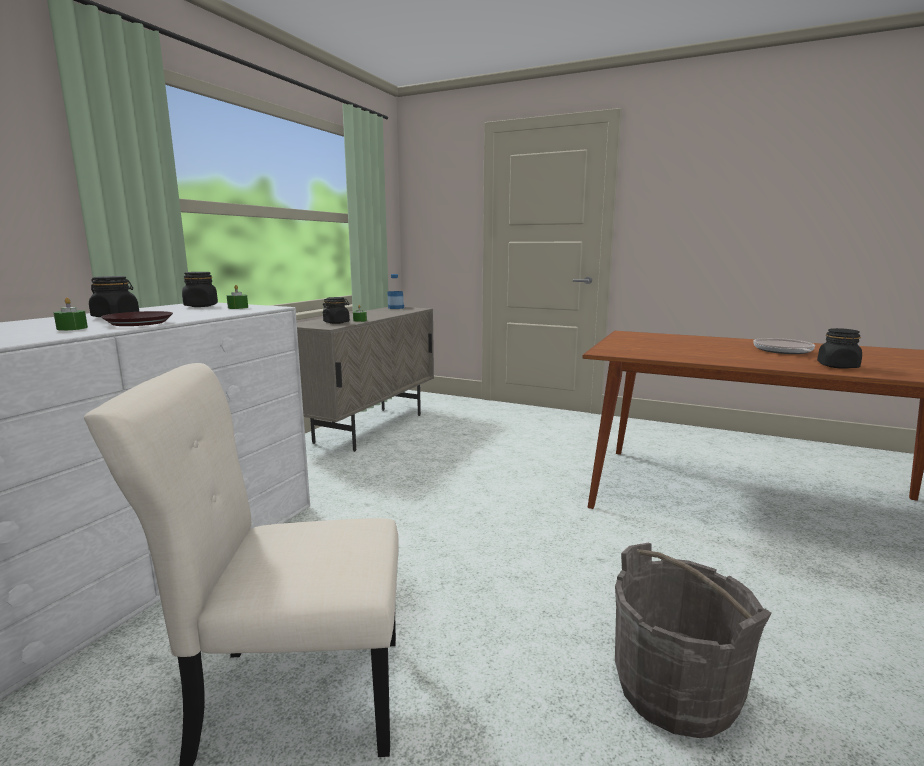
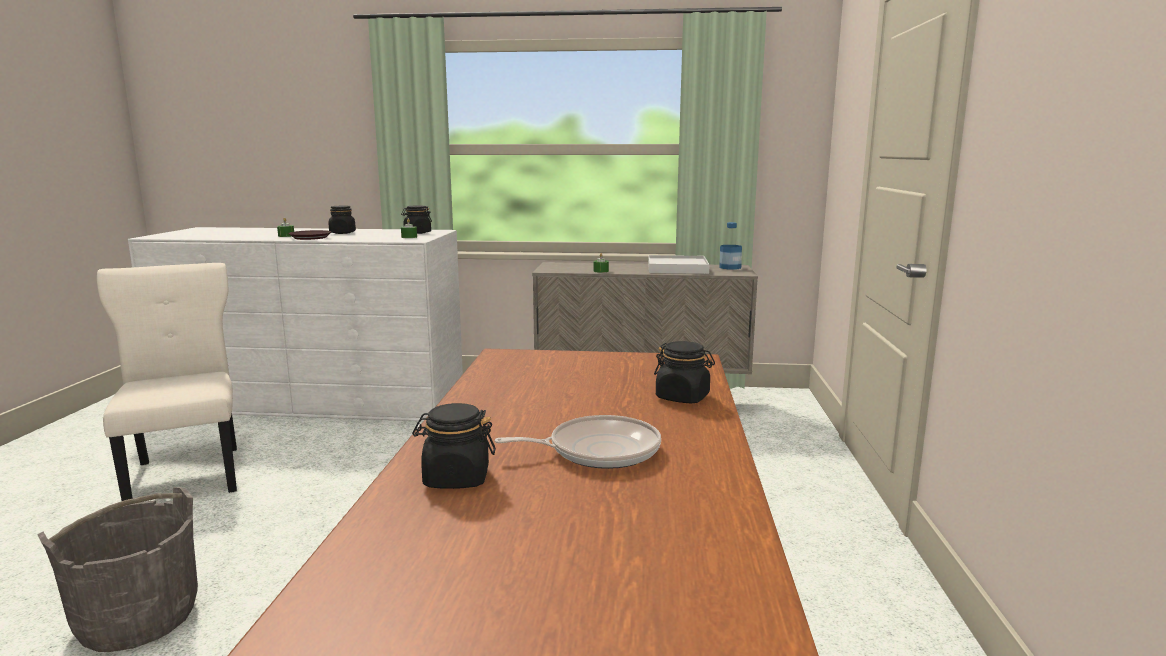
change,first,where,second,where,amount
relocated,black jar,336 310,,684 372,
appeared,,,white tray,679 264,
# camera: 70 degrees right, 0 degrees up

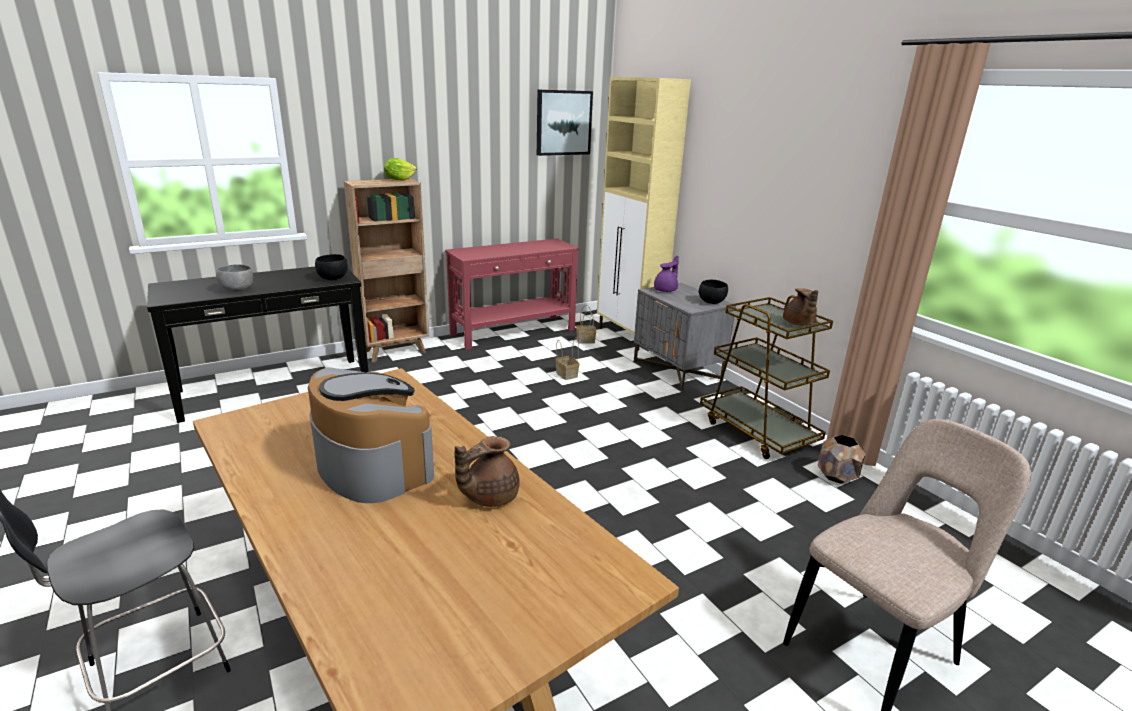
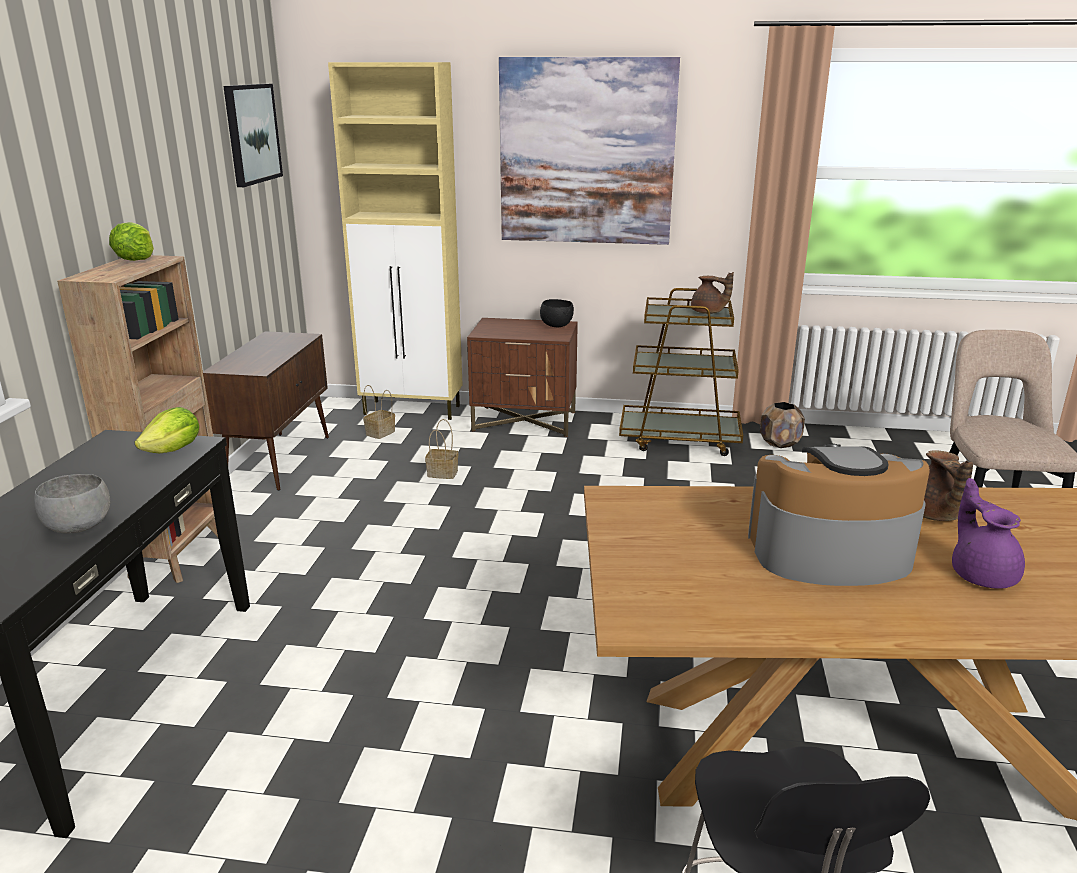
change,first,where,second,where,amount
exchanged,red console table,512 294,brown cabinet,266 411,
exchanged,black bowl,331 267,lettuce,167 430,
relocated,purple teapot,666 274,,988 533,
colour,grey nightstand,685 337,brown nightstand,522 377,
appeared,,,picture,589 151,
# camera: 50 degrees left, 0 degrees up

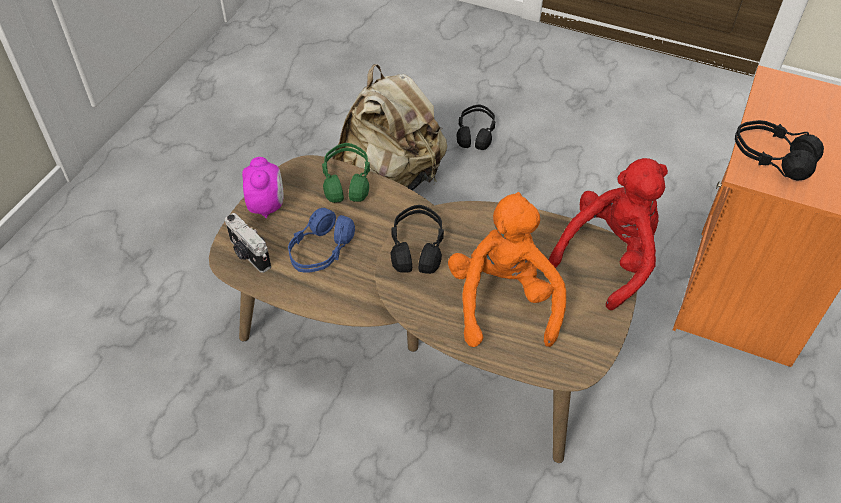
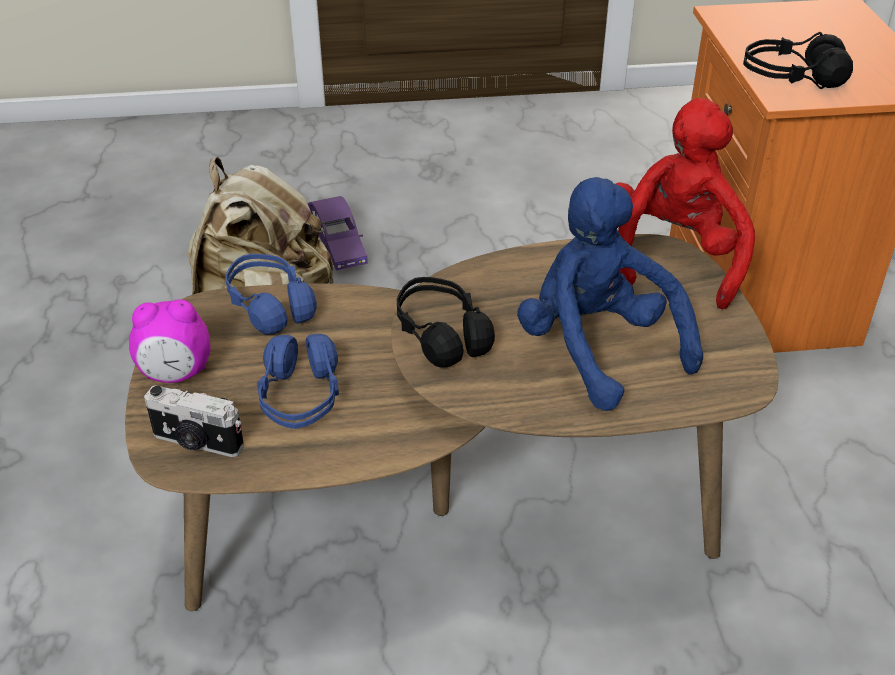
change,first,where,second,where,amount
exchanged,black headphones,476 127,purple toy car,337 233,
colour,green headphones,346 173,blue headphones,271 294,
spun,alarm clock,262 187,,170 341,120 degrees clockwise
colour,orange plush toy,507 269,blue plush toy,610 294,
# camera: 30 degrees left, 10 degrees down

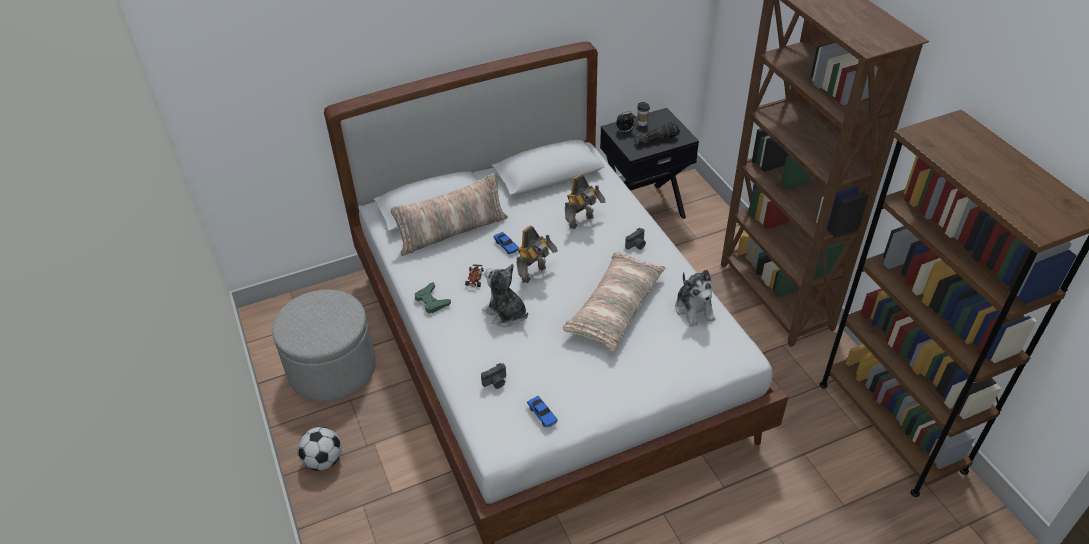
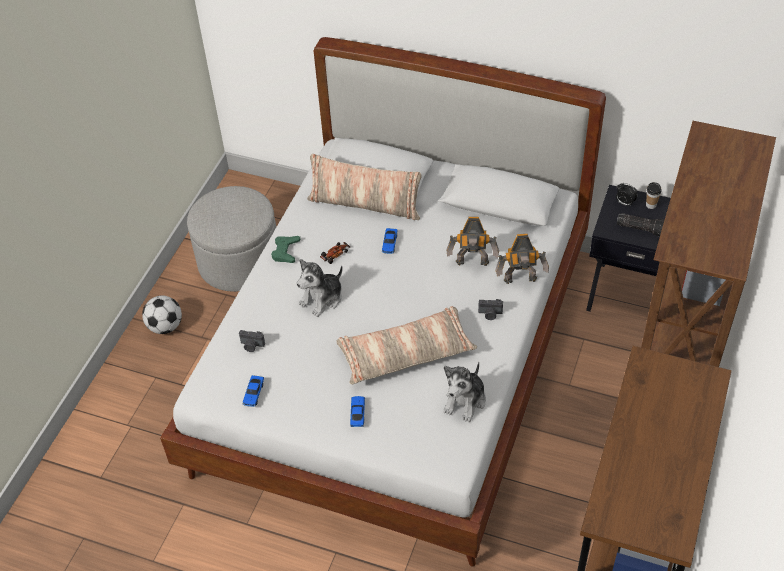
change,first,where,second,where,amount
relocated,toy robot,537 254,,522 259,
spun,plush toy,505 295,,319 288,135 degrees counterclockwise
appeared,,,toy car,357 411,
# camera: 45 degrees right, 5 degrees up

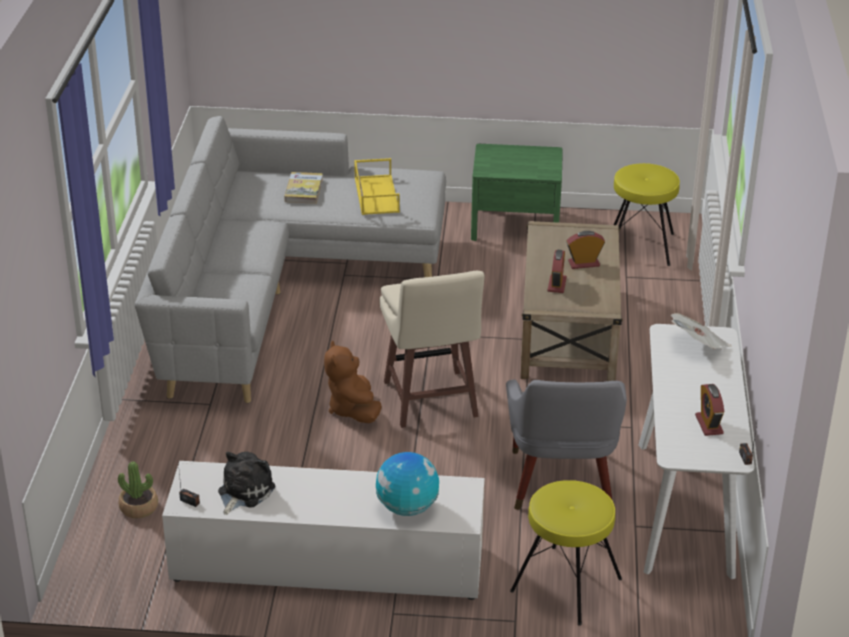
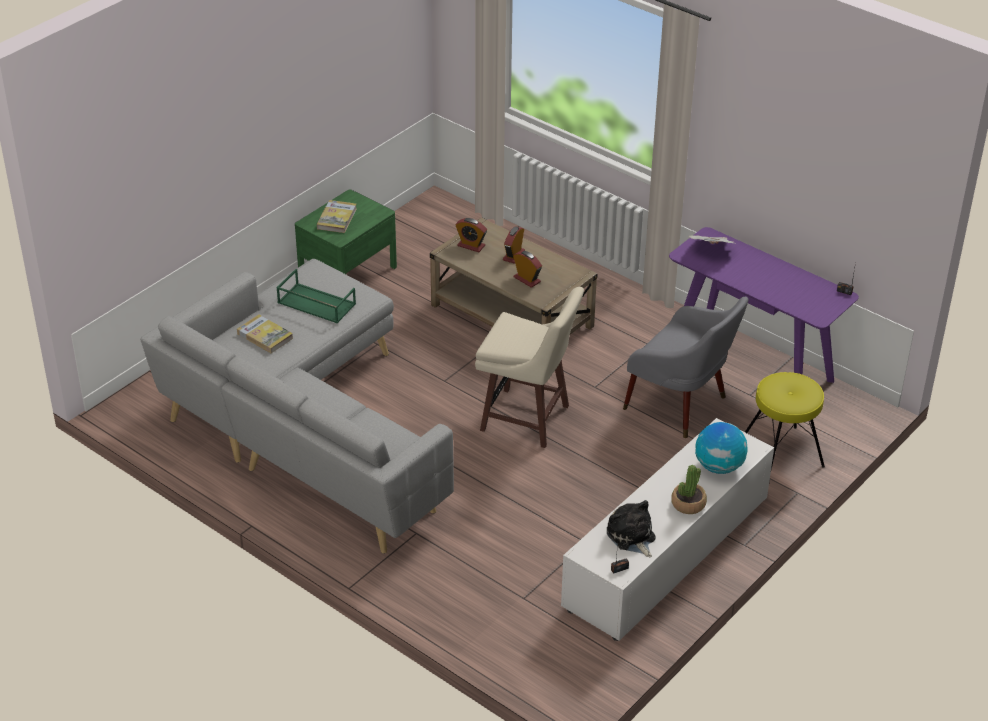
change,first,where,second,where,amount
colour,yellow tray,377 186,green tray,316 296,
missing,yellow stool,647 214,,,
colour,white console table,696 451,purple console table,764 305,
missing,brown plush toy,353 382,,,
relocated,alarm clock,709 410,,471 235,
relocated,potted plant,138 489,,689 489,
appeared,,,book,337 216,
# camera: 55 degrees left, 5 degrees up

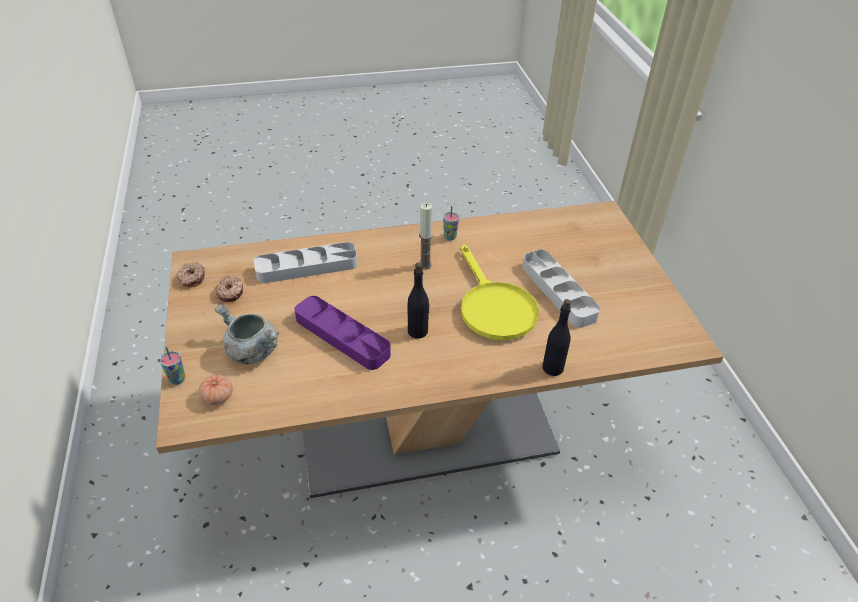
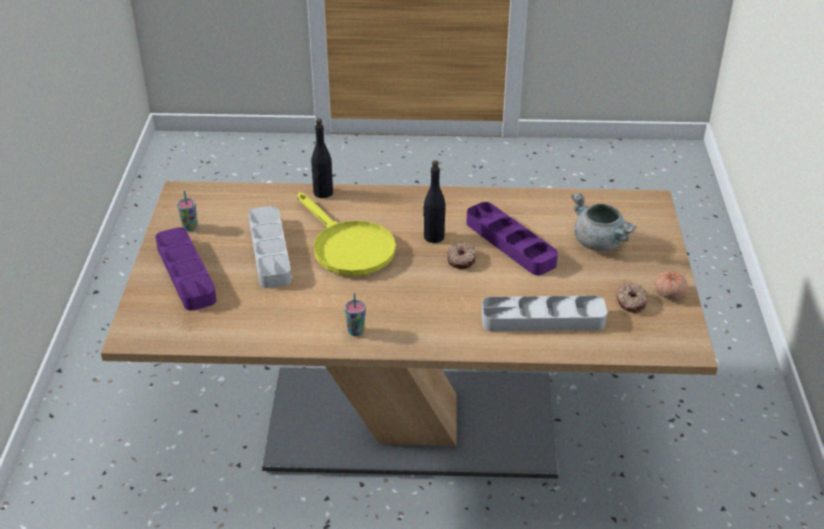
change,first,where,second,where,amount
missing,candle,426 236,,,
spun,yellow frying pan,500 292,,346 234,150 degrees clockwise
relocated,donut,191 275,,461 255,
relocated,cup,172 366,,187 211,
relocated,tomato,216 390,,671 285,
appeared,,,purple tray,186 269,
# camera: 165 degrees left, 5 degrees down

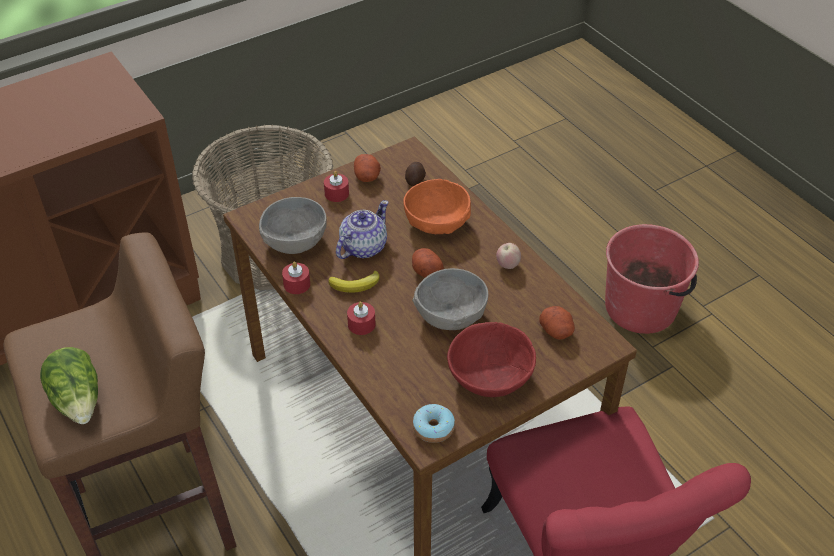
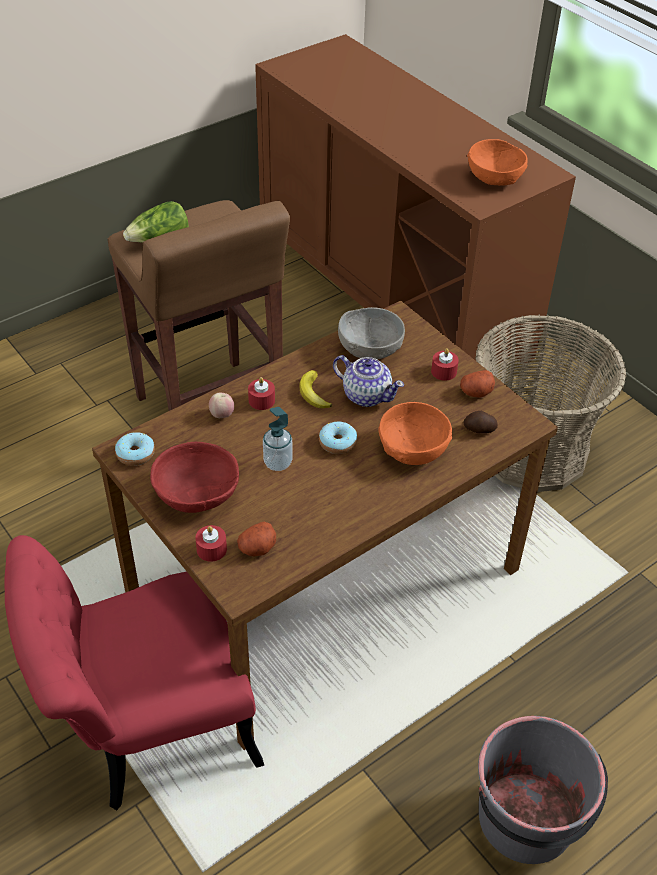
change,first,where,second,where,amount
colour,red bucket,652 279,grey bucket,543 790,
relocated,apple,508 256,,221 405,
exchanged,potato,428 263,donut,338 438,
relocated,red candle,296 278,,211 543,
exchanged,grey bowl,450 299,soap dispenser,278 439,
appeared,,,orange bowl,497 162,
# camera: 85 degrees right, 0 degrees up

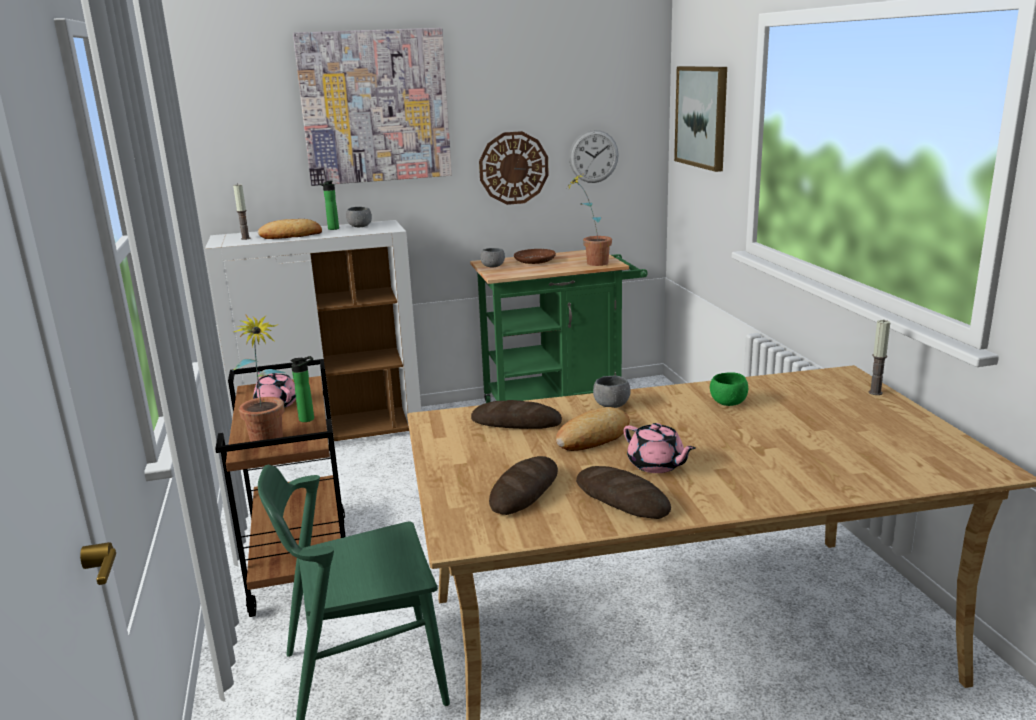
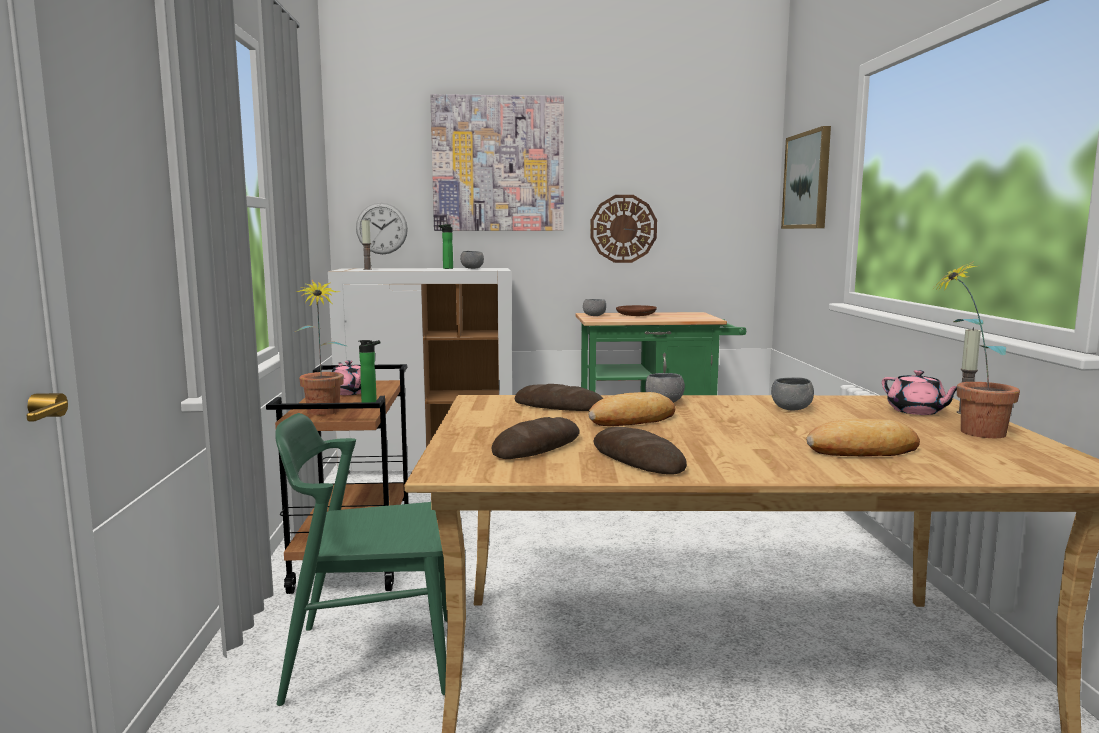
change,first,where,second,where,amount
relocated,wall clock,594 156,,382 228,
relocated,potted plant,588 219,,976 349,
relocated,bread,290 229,,863 437,
colour,green bowl,729 389,grey bowl,792 393,
relocated,pink teapot,660 448,,919 392,
# camera: 10 degrees right, 10 degrees down

